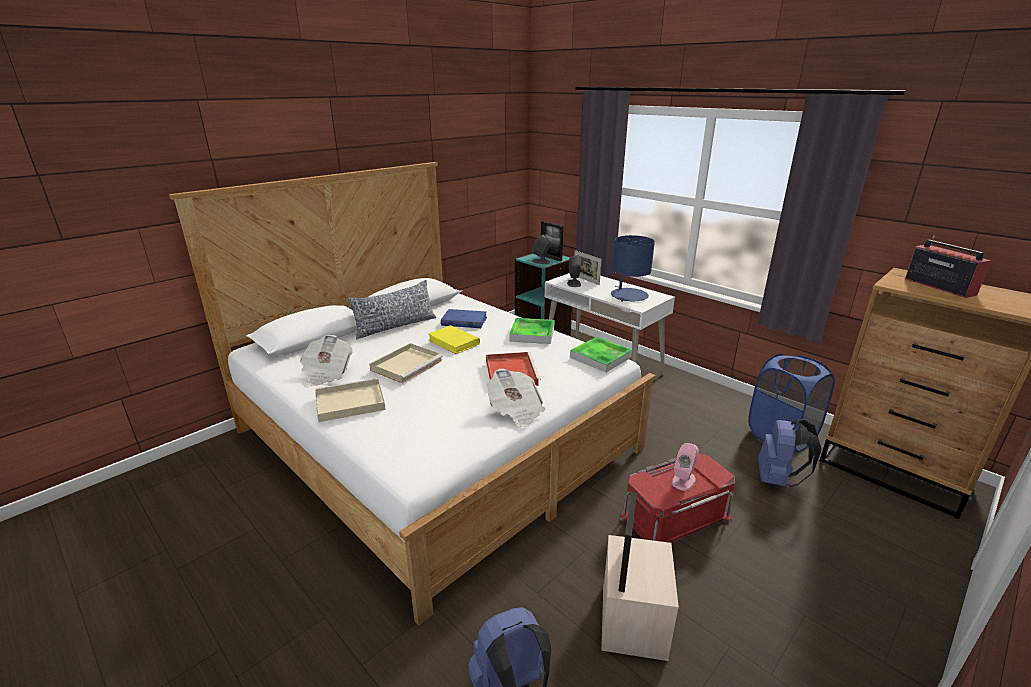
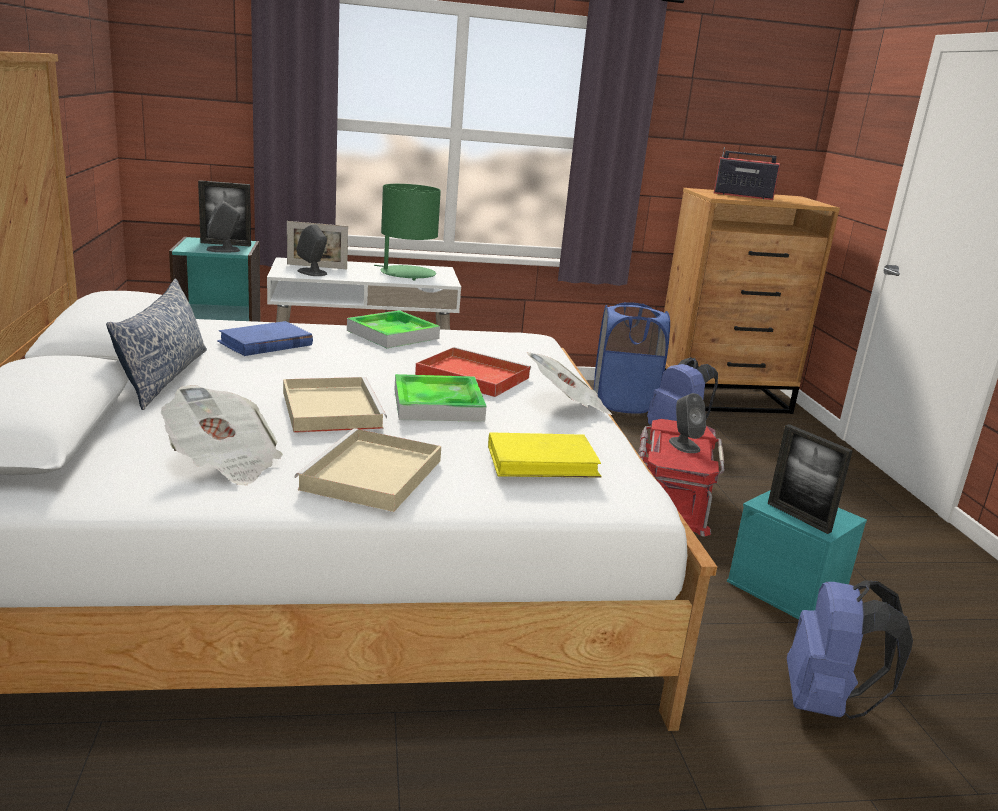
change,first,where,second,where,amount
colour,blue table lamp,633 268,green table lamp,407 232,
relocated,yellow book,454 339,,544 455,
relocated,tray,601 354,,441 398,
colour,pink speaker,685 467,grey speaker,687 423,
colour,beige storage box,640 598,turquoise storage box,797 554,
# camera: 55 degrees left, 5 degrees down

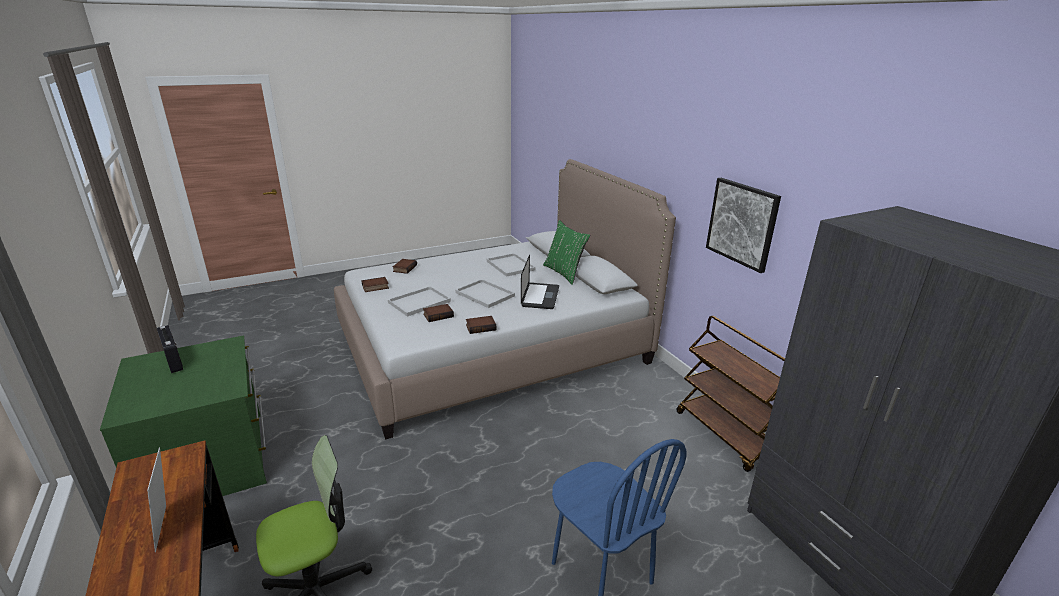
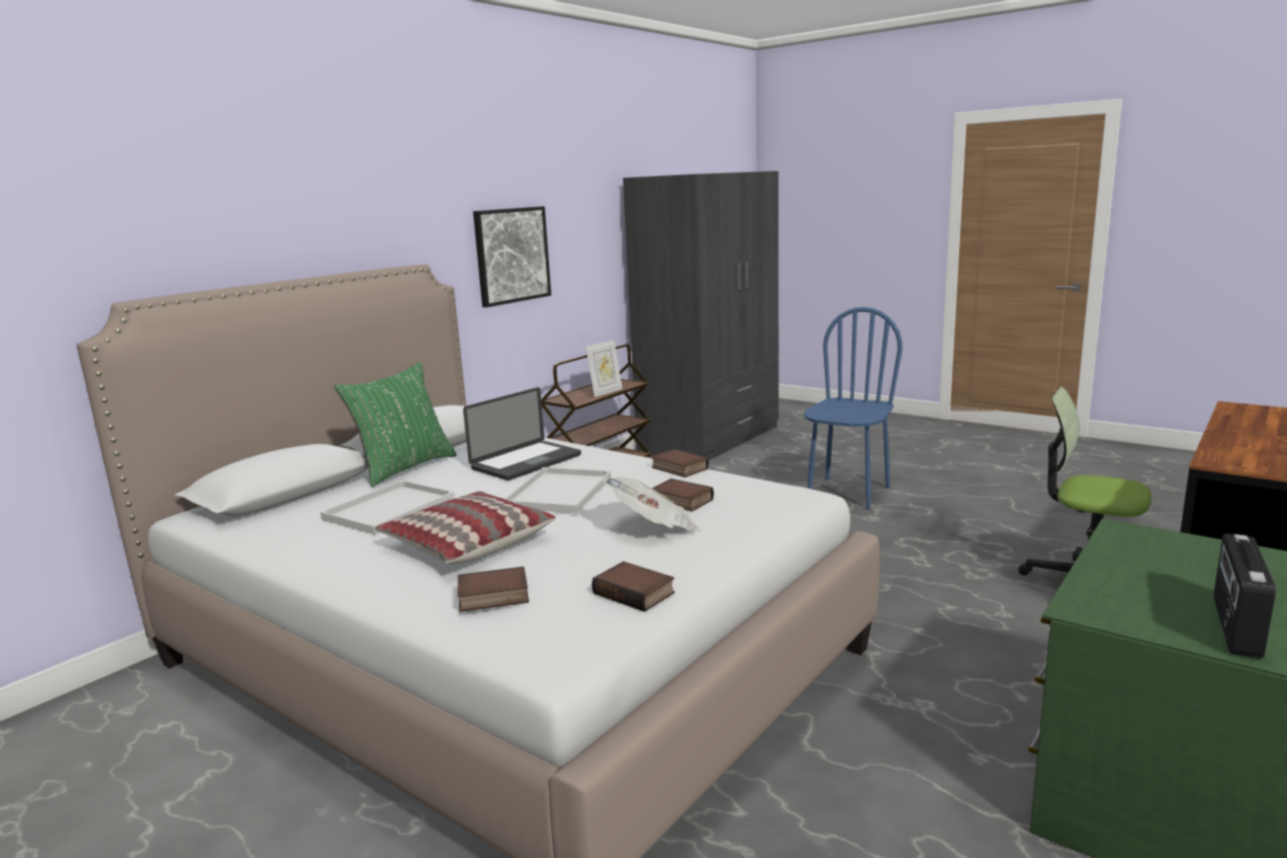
change,first,where,second,where,amount
spun,laptop,540 282,,522 433,150 degrees clockwise
exchanged,white tray,419 301,newspaper,652 504,
relocated,picture frame,156 500,,603 368,
appeared,,,pillow,465 527,
# camera: 115 degrees left, 10 degrees down

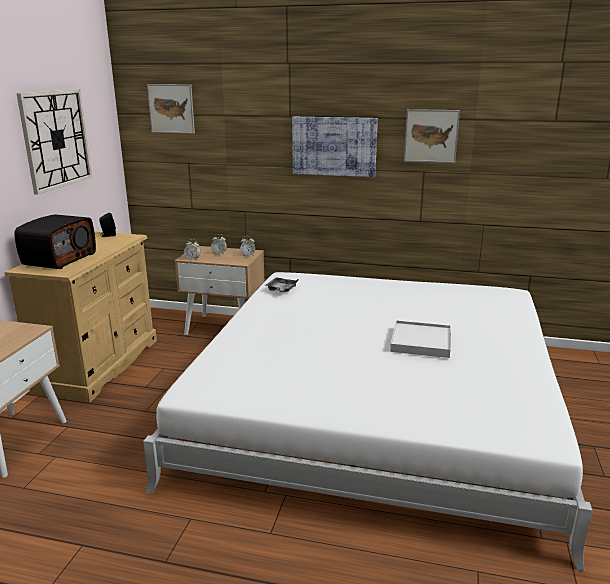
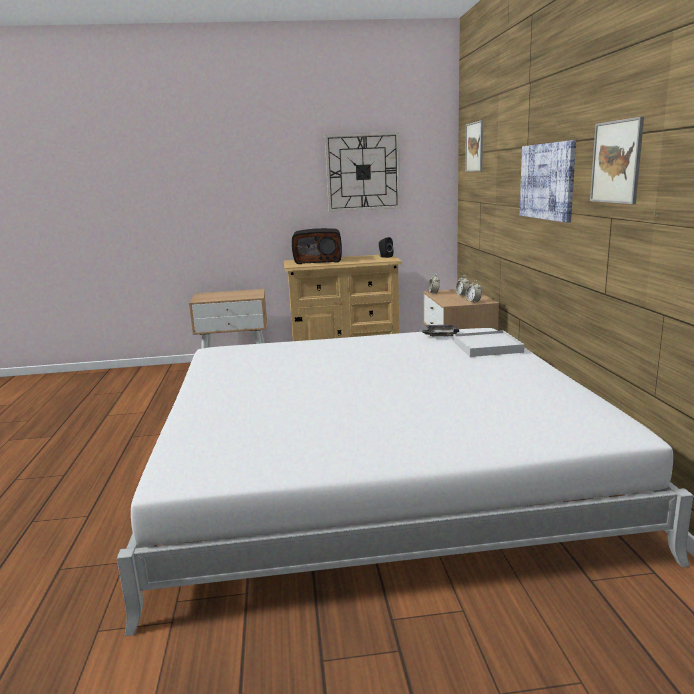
change,first,where,second,where,amount
relocated,white tray,420 339,,489 343,
# camera: 70 degrees right, 5 degrees down

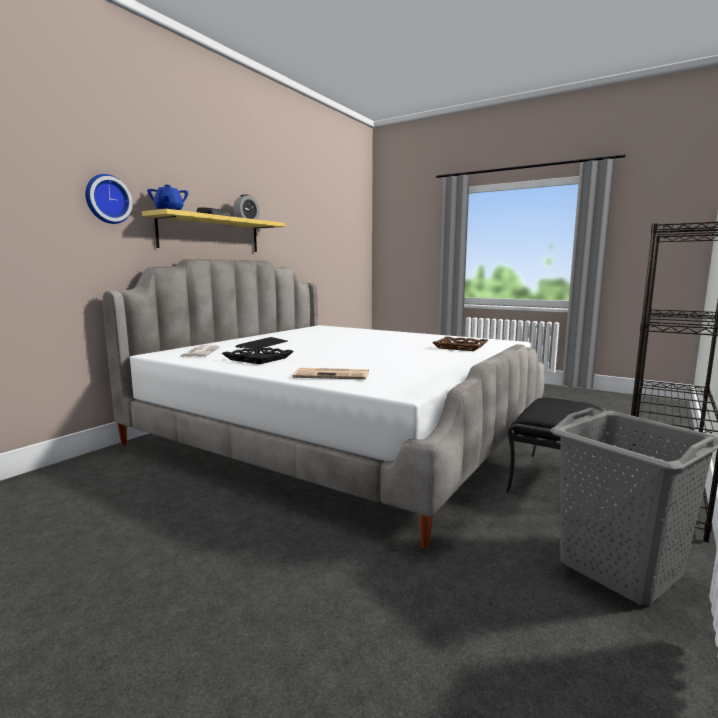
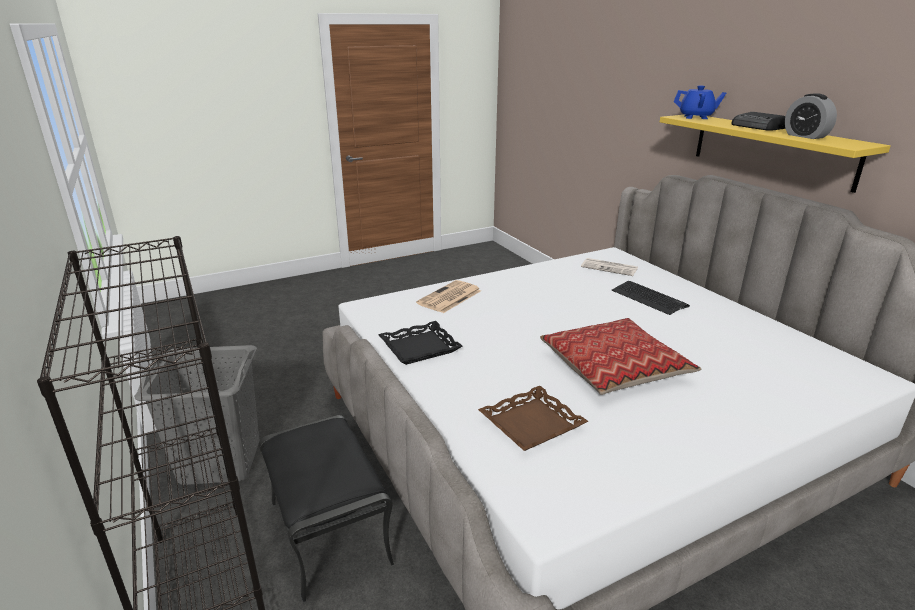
change,first,where,second,where,amount
missing,wall clock,109 199,,,
relocated,black tray,258 355,,420 343,
appeared,,,pillow,620 356,
# camera: 120 degrees right, 15 degrees up

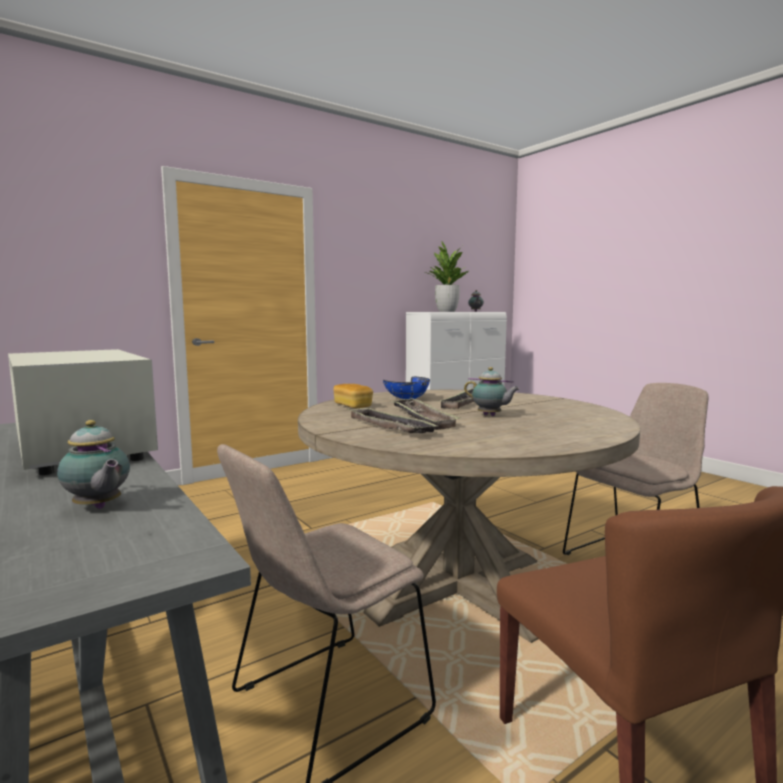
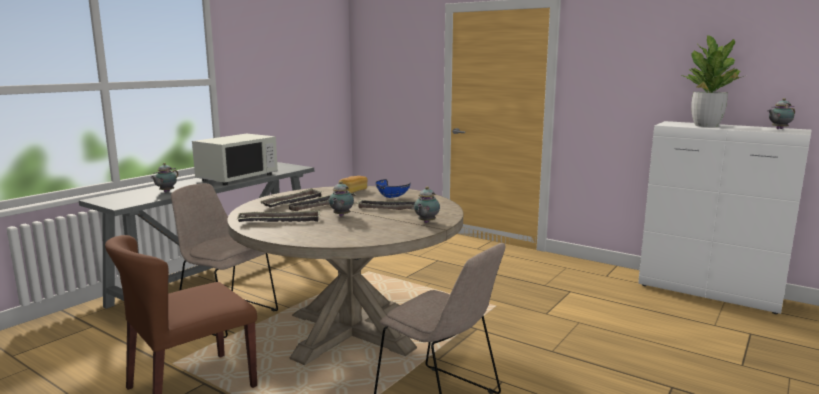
change,first,where,second,where,amount
appeared,,,teapot,427 205,
appeared,,,tray,278 216,
# camera: 70 degrees right, 5 degrees up

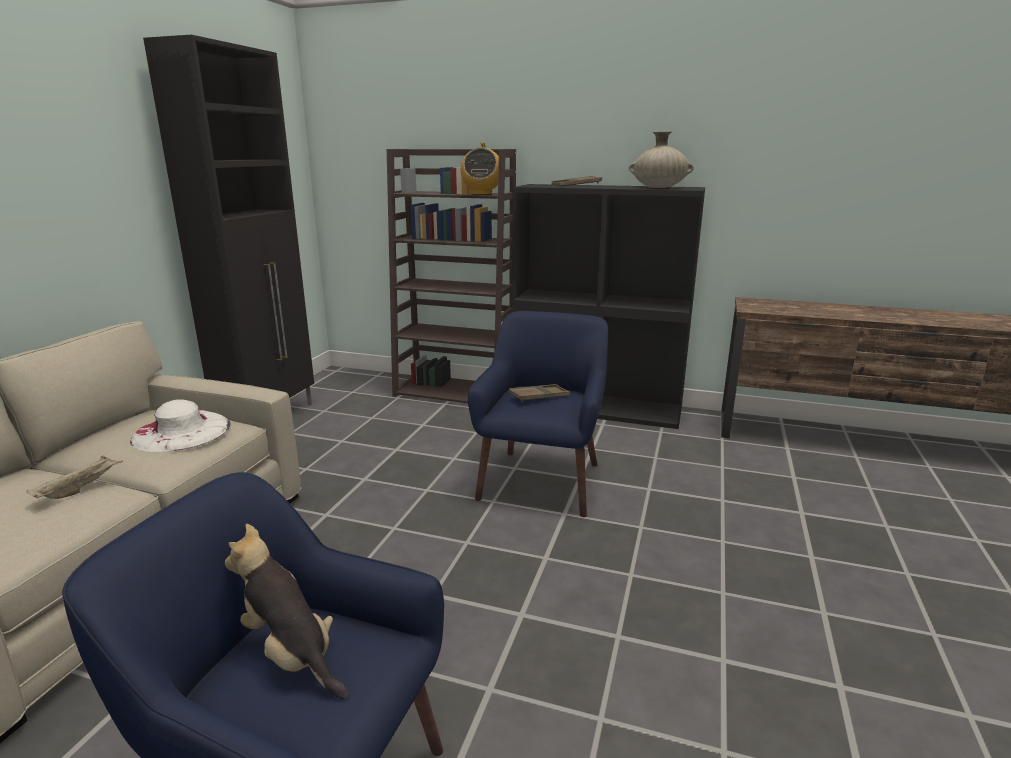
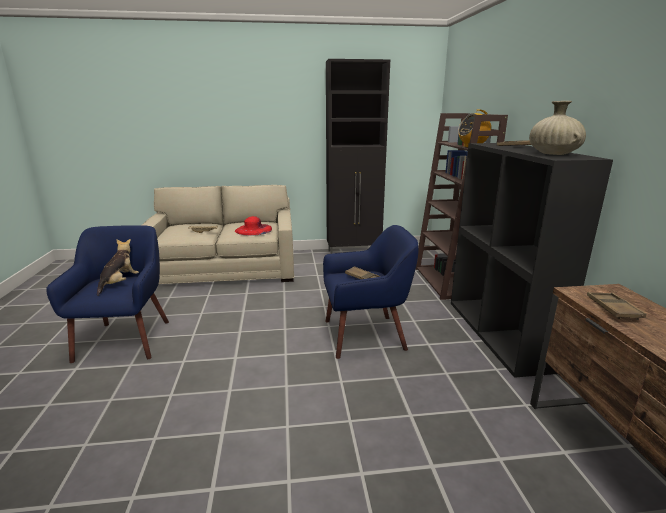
change,first,where,second,where,amount
colour,white hat,180 425,red hat,253 225,
appeared,,,brown tray,616 306,
# camera: 65 degrees right, 0 degrees up

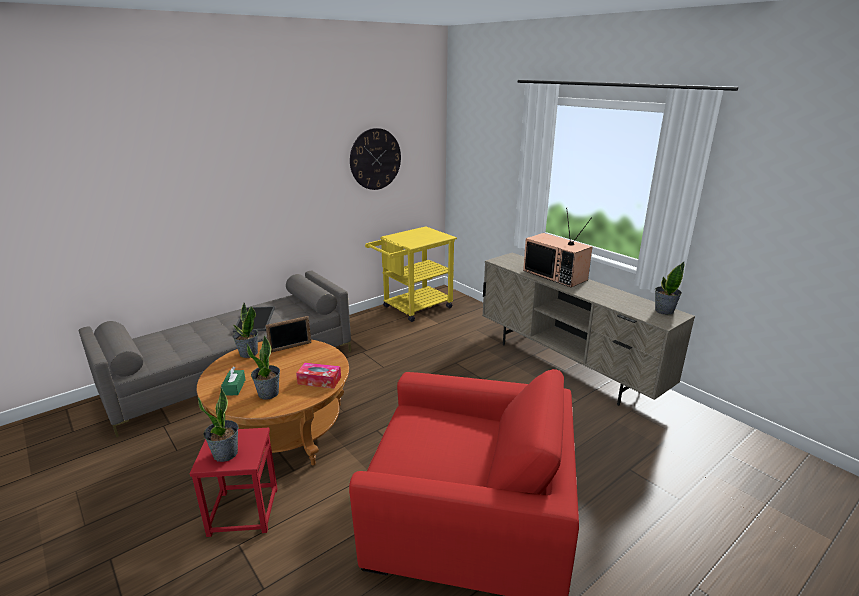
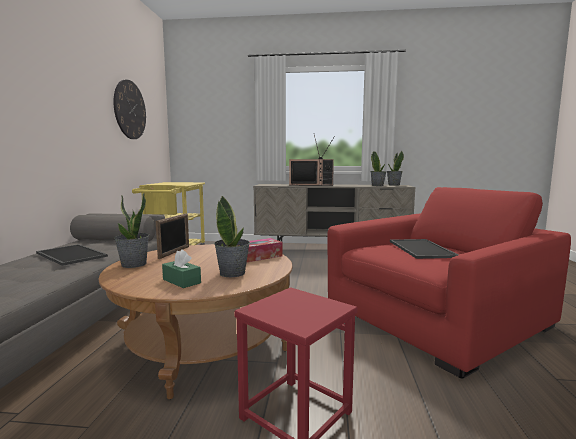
change,first,where,second,where,amount
relocated,potted plant,218 424,,378 168,
appeared,,,tray,424 249,
# camera: 45 degrees left, 15 degrees down

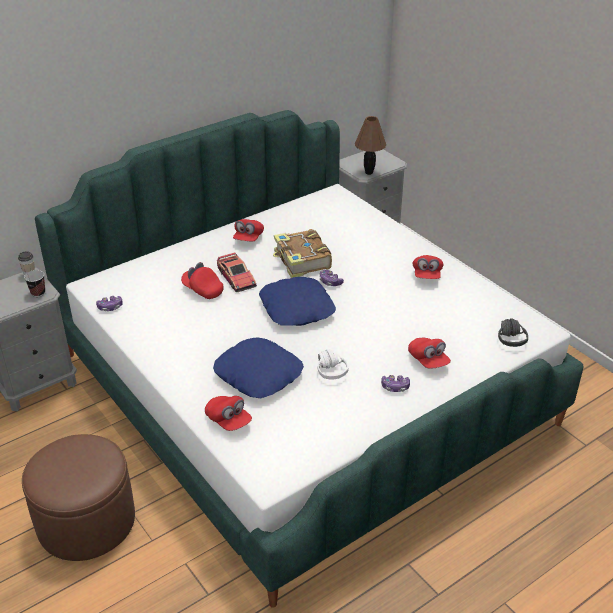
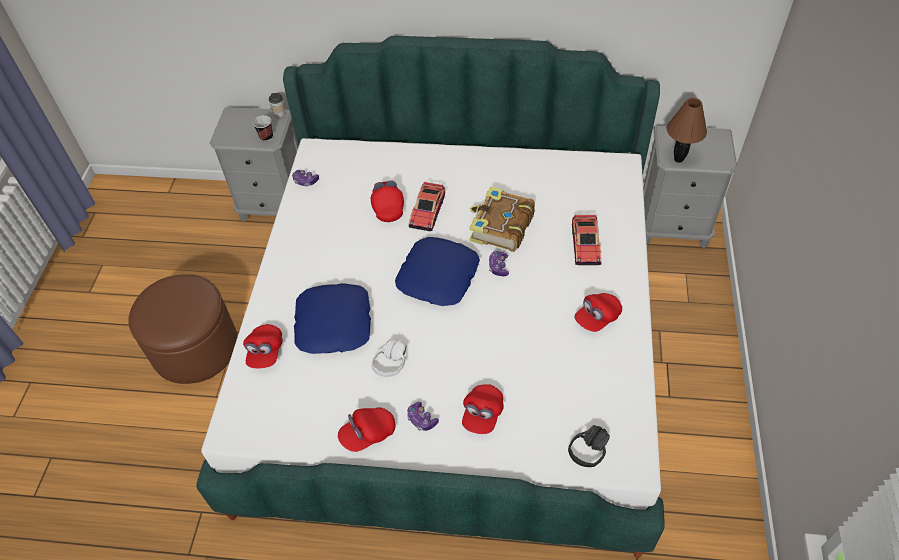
change,first,where,second,where,amount
relocated,red cap,248 230,,366 429,
appeared,,,toy car,586 240,
# camera: 45 degrees right, 15 degrees up

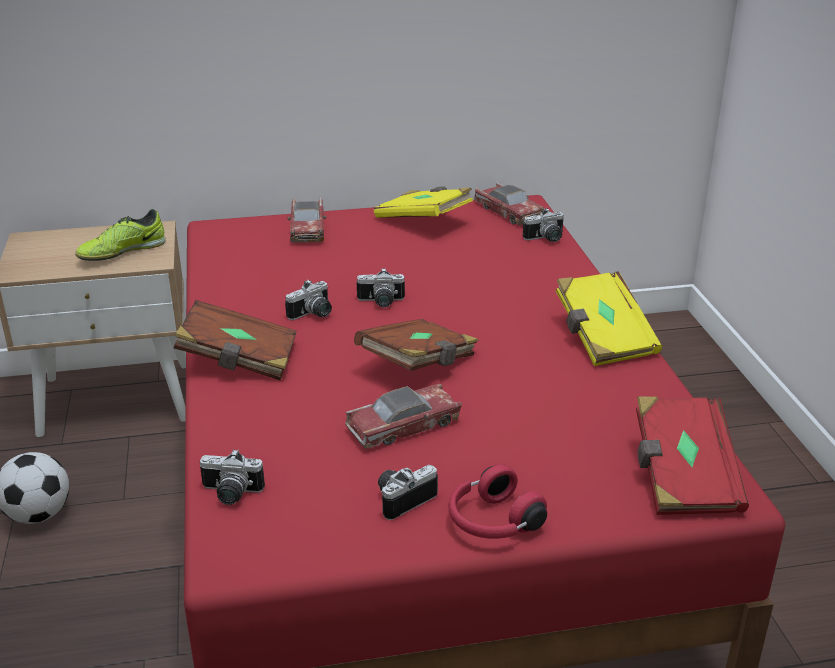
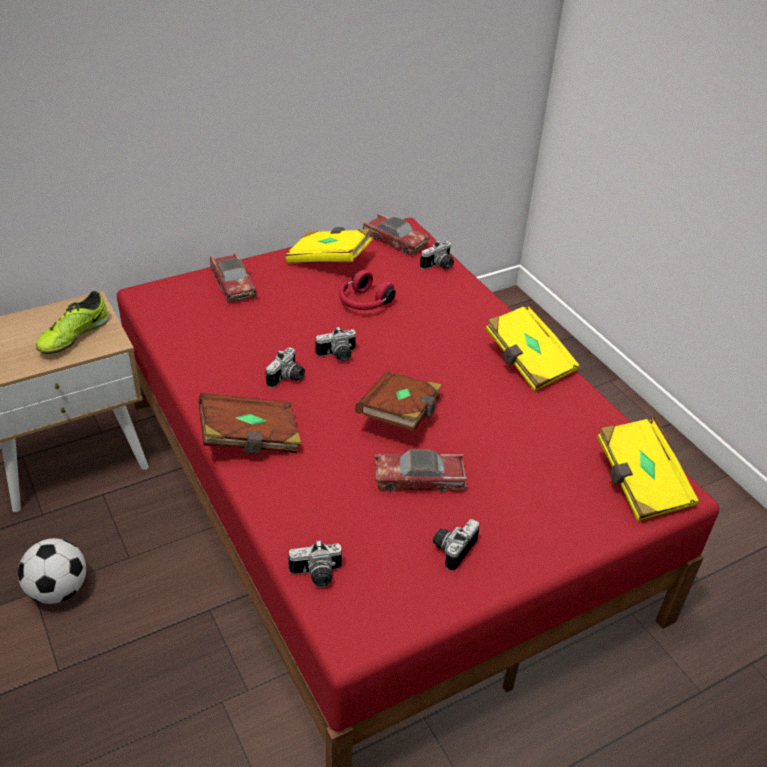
change,first,where,second,where,amount
spun,toy car,403 416,,420 470,135 degrees counterclockwise
colour,red book,692 455,yellow book,648 469,
relocated,red headphones,497 501,,367 290,
# camera: 20 degrees left, 10 degrees up

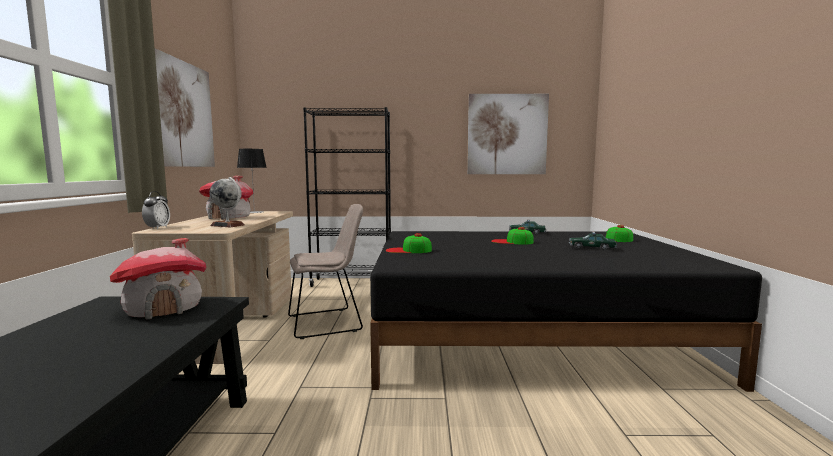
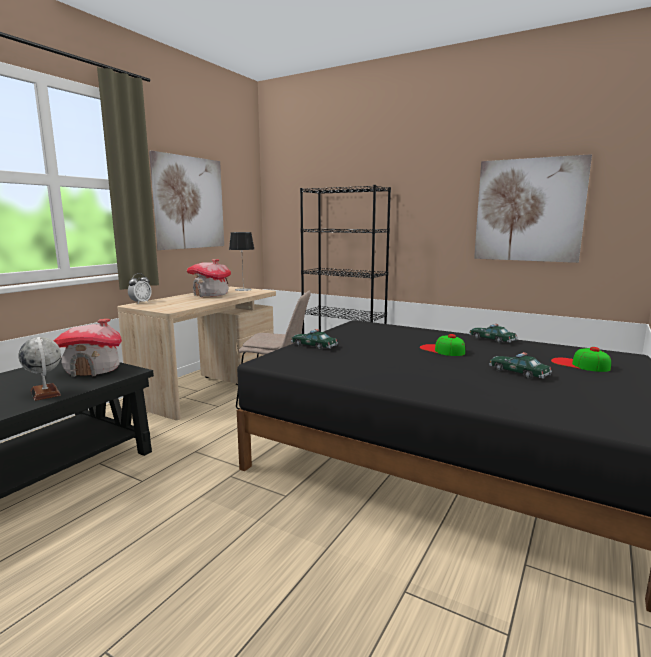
change,first,where,second,where,amount
relocated,globe,227 202,,40 369,
exchanged,cap,409 243,toy car,314 339,
# camera: 30 degrees right, 5 degrees up

